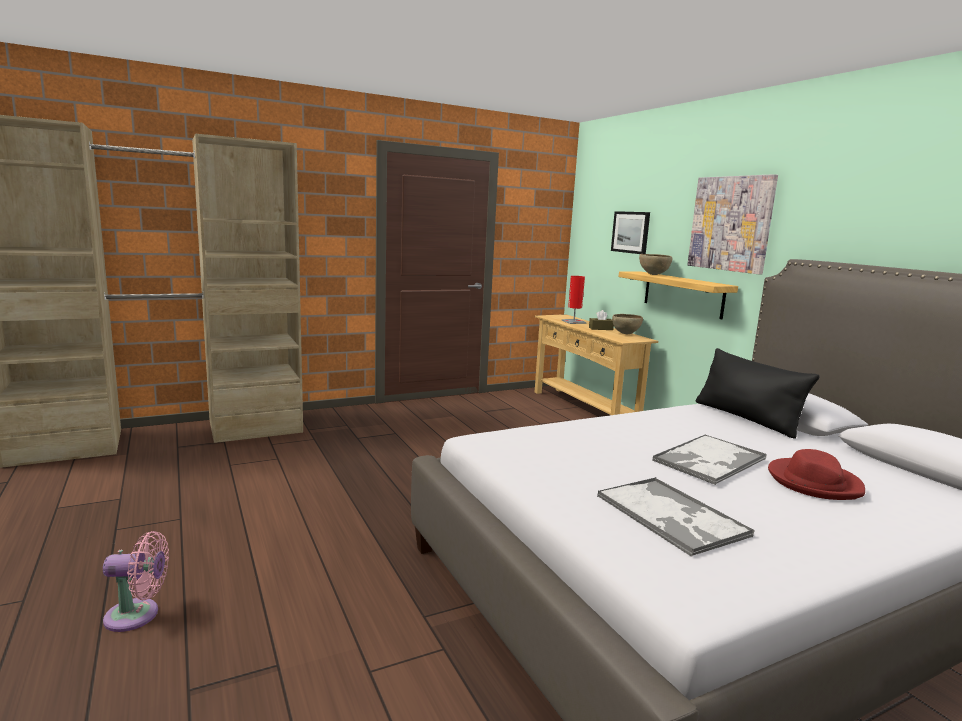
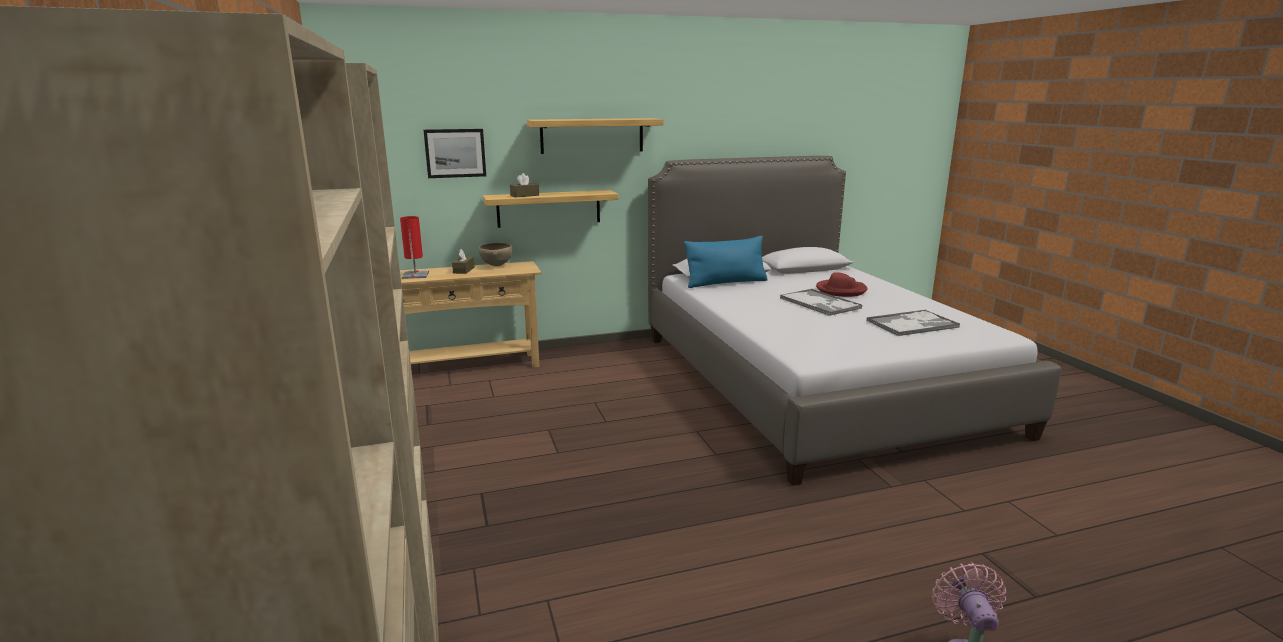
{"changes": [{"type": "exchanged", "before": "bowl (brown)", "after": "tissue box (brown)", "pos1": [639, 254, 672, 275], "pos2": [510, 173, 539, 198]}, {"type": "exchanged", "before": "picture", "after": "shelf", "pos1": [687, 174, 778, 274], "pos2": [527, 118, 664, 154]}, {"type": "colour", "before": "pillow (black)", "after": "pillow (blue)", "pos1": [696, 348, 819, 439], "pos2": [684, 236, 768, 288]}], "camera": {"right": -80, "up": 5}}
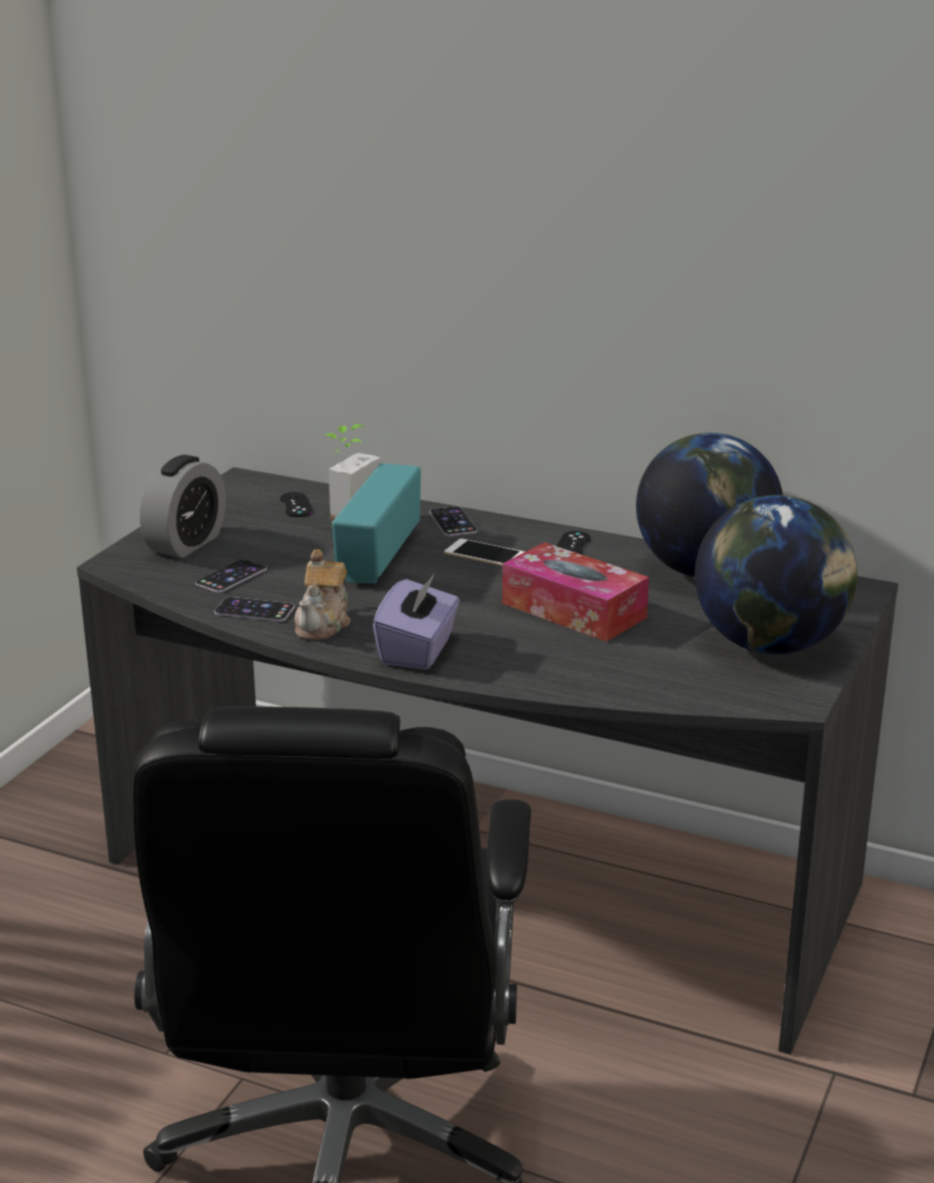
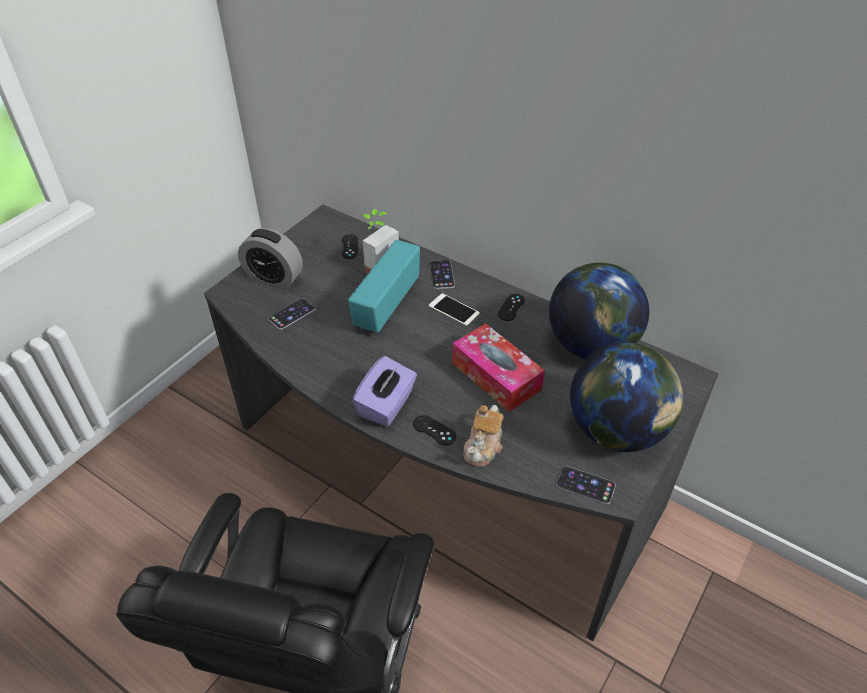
{"changes": [{"type": "appeared", "after": "game controller (black)", "pos2": [413, 415, 456, 445]}, {"type": "relocated", "before": "phone", "pos1": [214, 597, 295, 622], "pos2": [556, 466, 616, 504]}, {"type": "relocated", "before": "teapot", "pos1": [294, 549, 351, 640], "pos2": [463, 405, 503, 467]}, {"type": "spun", "before": "alarm clock", "pos1": [140, 455, 226, 558], "pos2": [238, 228, 303, 289], "turn": 75}], "camera": {"right": 10, "up": 20}}
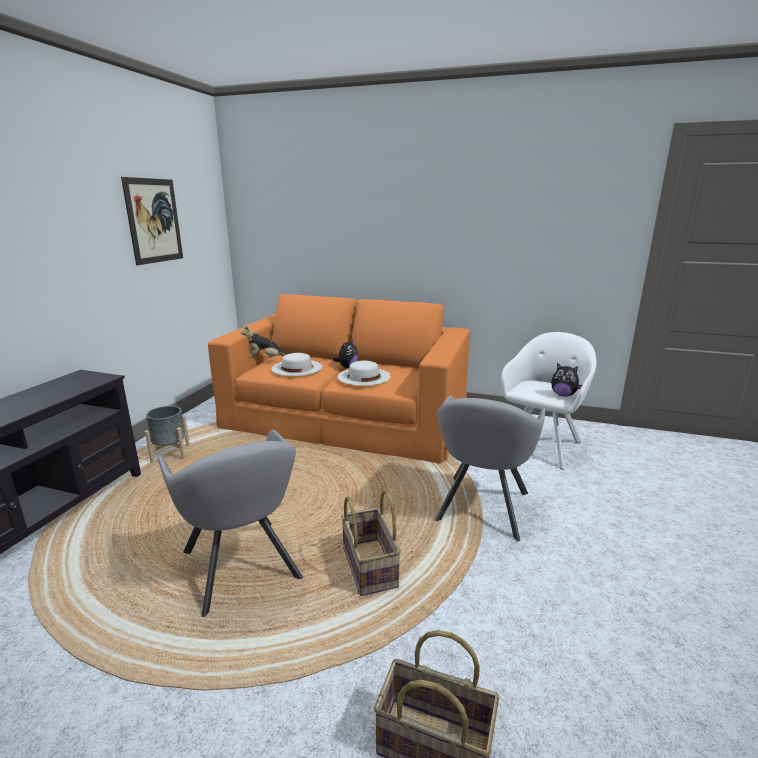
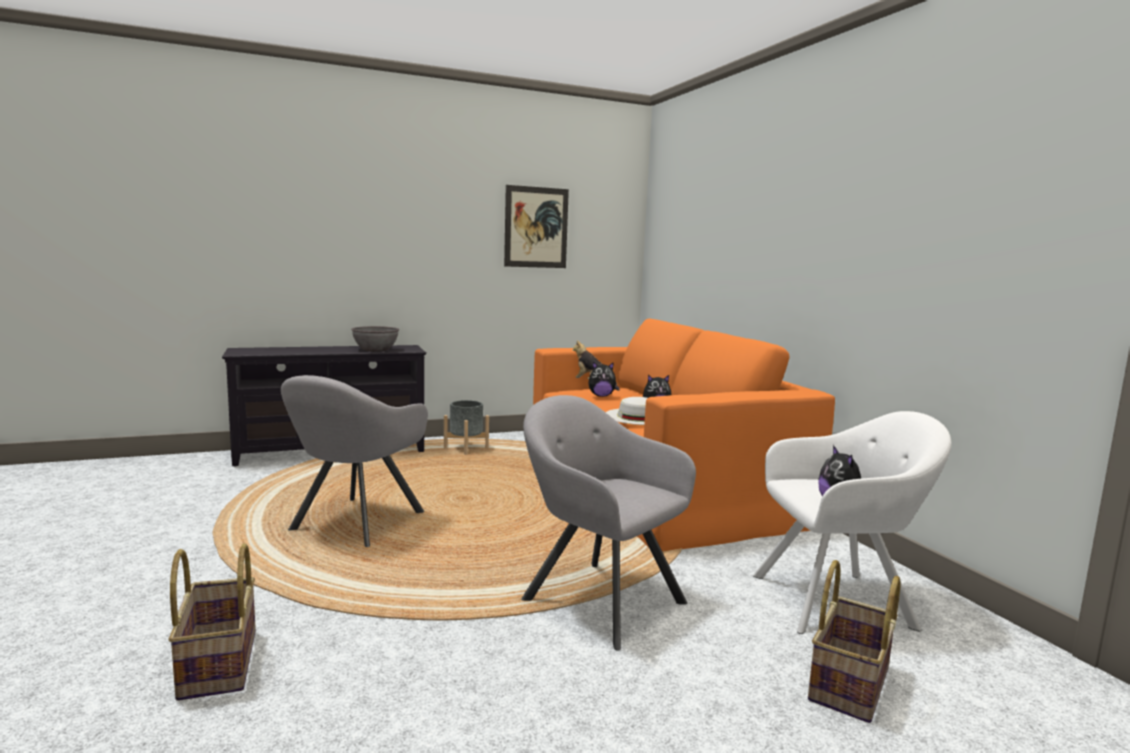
{"changes": [{"type": "appeared", "after": "bowl (grey)", "pos2": [351, 326, 399, 351]}, {"type": "relocated", "before": "basket", "pos1": [341, 490, 401, 596], "pos2": [808, 560, 901, 723]}, {"type": "exchanged", "before": "hat (white)", "after": "plush toy", "pos1": [271, 353, 322, 376], "pos2": [588, 362, 617, 397]}, {"type": "spun", "before": "armchair (grey)", "pos1": [435, 395, 546, 541], "pos2": [521, 395, 696, 651], "turn": 60}], "camera": {"right": 50, "up": -10}}
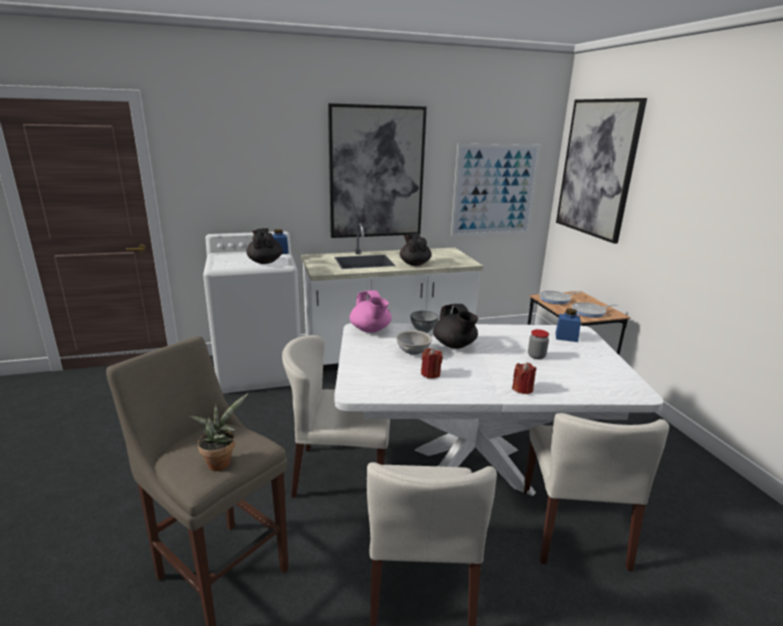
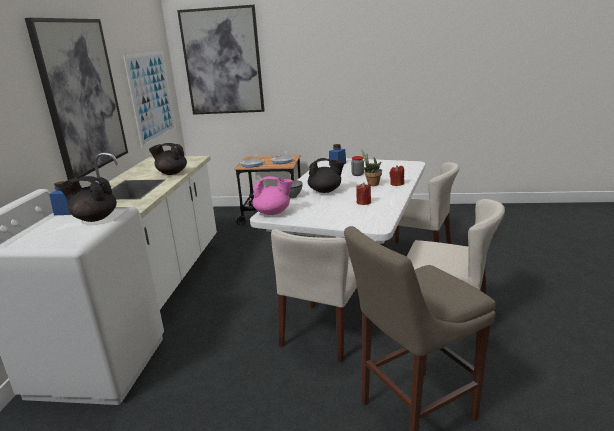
{"changes": [{"type": "missing", "before": "bowl (grey)", "pos1": [396, 330, 432, 355]}, {"type": "relocated", "before": "potted plant", "pos1": [189, 394, 248, 471], "pos2": [362, 150, 382, 186]}], "camera": {"right": -65, "up": 0}}
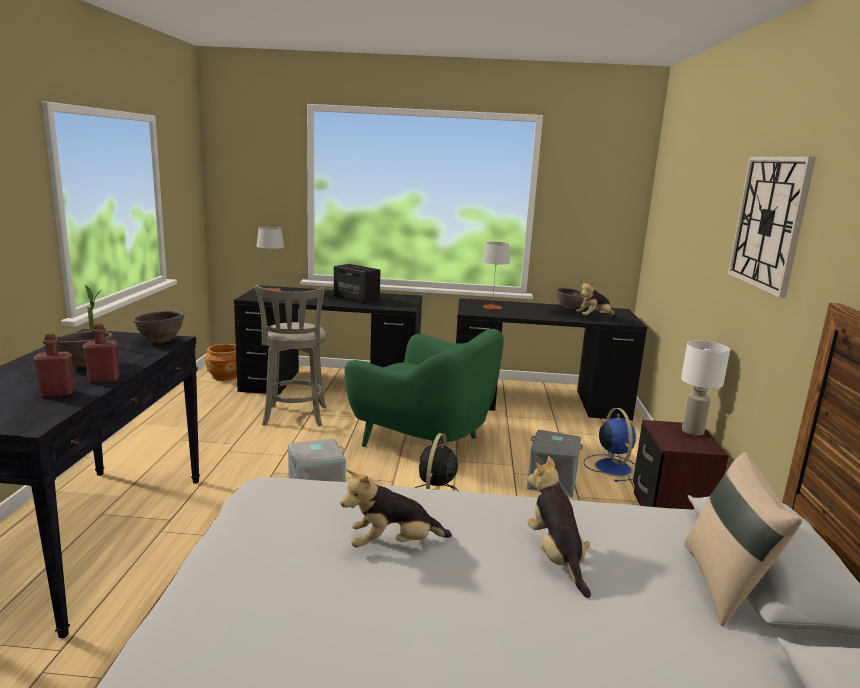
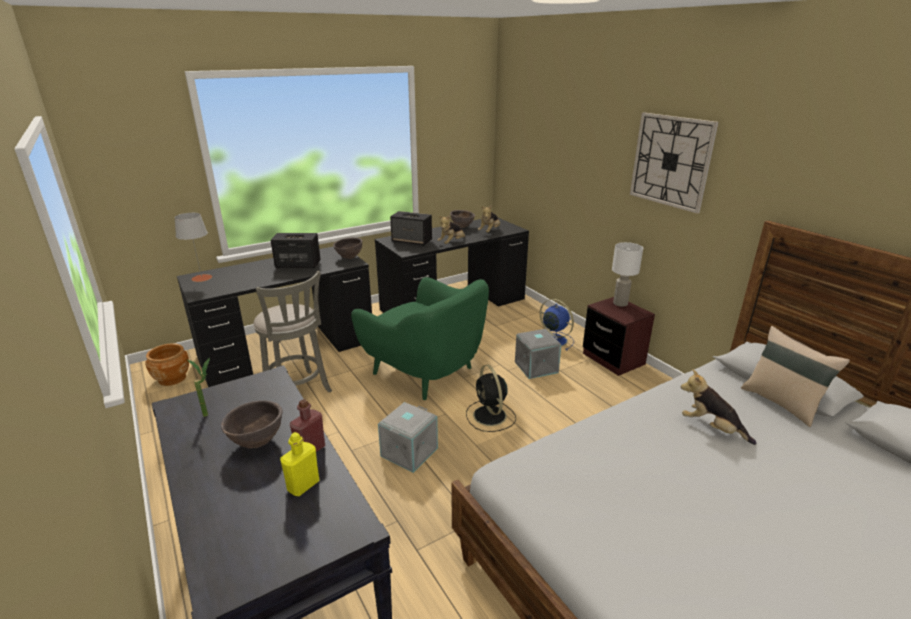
{"changes": [{"type": "relocated", "before": "bowl (brown)", "pos1": [133, 311, 185, 343], "pos2": [333, 237, 362, 259]}, {"type": "relocated", "before": "plush toy", "pos1": [341, 469, 452, 548], "pos2": [437, 215, 466, 244]}, {"type": "exchanged", "before": "table lamp (grey)", "after": "speaker", "pos1": [482, 242, 510, 309], "pos2": [390, 211, 432, 246]}, {"type": "colour", "before": "bottle (red)", "after": "bottle (yellow)", "pos1": [33, 333, 75, 397], "pos2": [280, 432, 320, 496]}, {"type": "spun", "before": "armchair (green)", "pos1": [345, 329, 504, 447], "pos2": [351, 277, 489, 400], "turn": 45}], "camera": {"right": -35, "up": 10}}
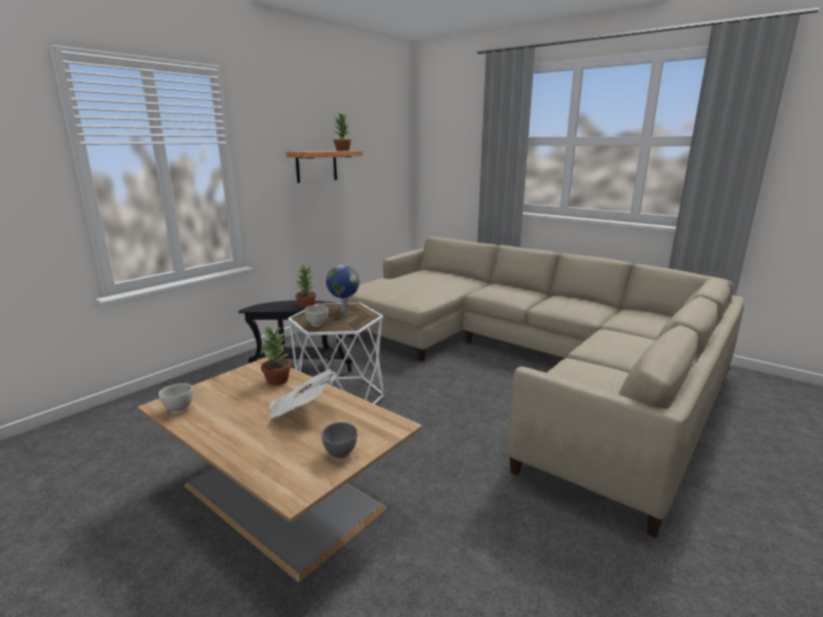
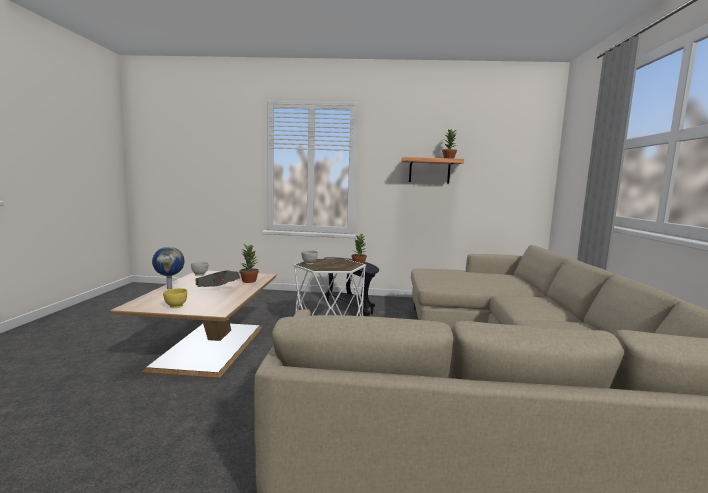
{"changes": [{"type": "relocated", "before": "globe", "pos1": [326, 265, 360, 313], "pos2": [152, 247, 184, 289]}, {"type": "colour", "before": "bowl (grey)", "after": "bowl (yellow)", "pos1": [321, 422, 357, 459], "pos2": [163, 288, 187, 308]}], "camera": {"right": 55, "up": -10}}
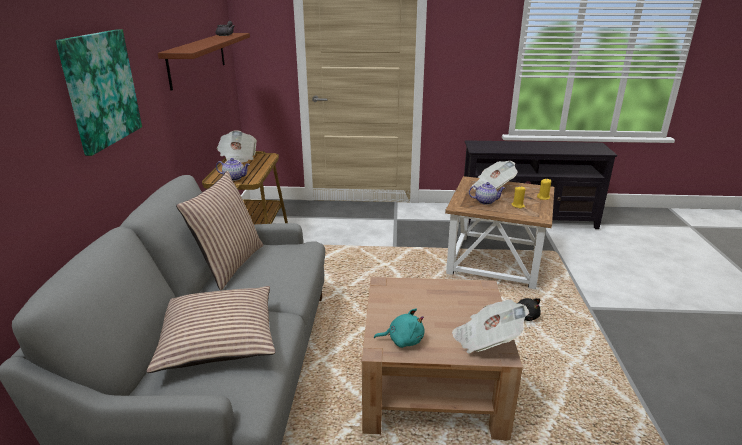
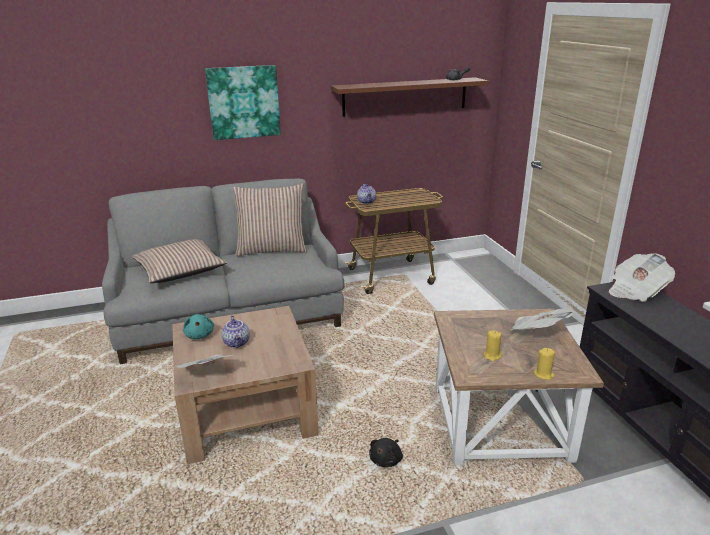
{"changes": [{"type": "relocated", "before": "newspaper", "pos1": [217, 130, 257, 163], "pos2": [609, 253, 675, 302]}, {"type": "relocated", "before": "teapot", "pos1": [469, 182, 505, 205], "pos2": [222, 316, 250, 348]}], "camera": {"right": 70, "up": 0}}
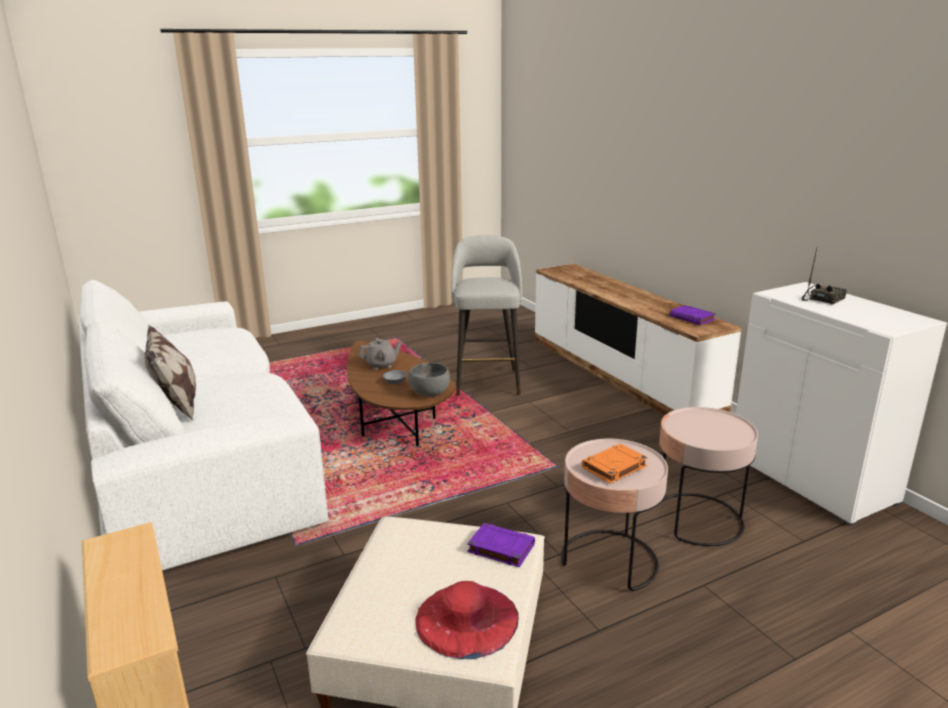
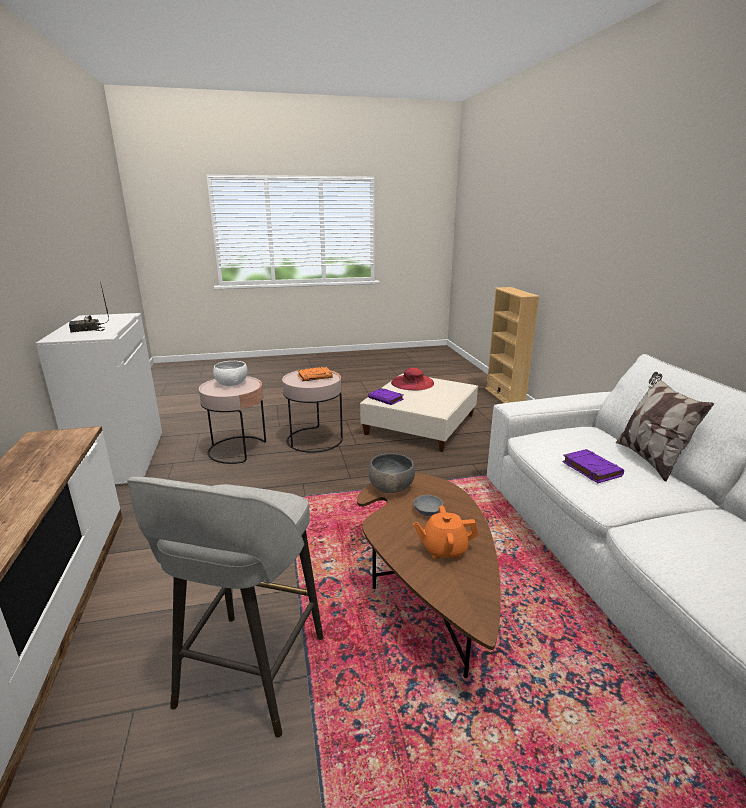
{"changes": [{"type": "appeared", "after": "bowl (white)", "pos2": [213, 361, 248, 386]}, {"type": "relocated", "before": "book (purple)", "pos1": [669, 305, 716, 325], "pos2": [562, 449, 624, 483]}, {"type": "colour", "before": "teapot (grey)", "after": "teapot (orange)", "pos1": [359, 338, 402, 370], "pos2": [413, 505, 478, 559]}], "camera": {"right": -165, "up": 0}}
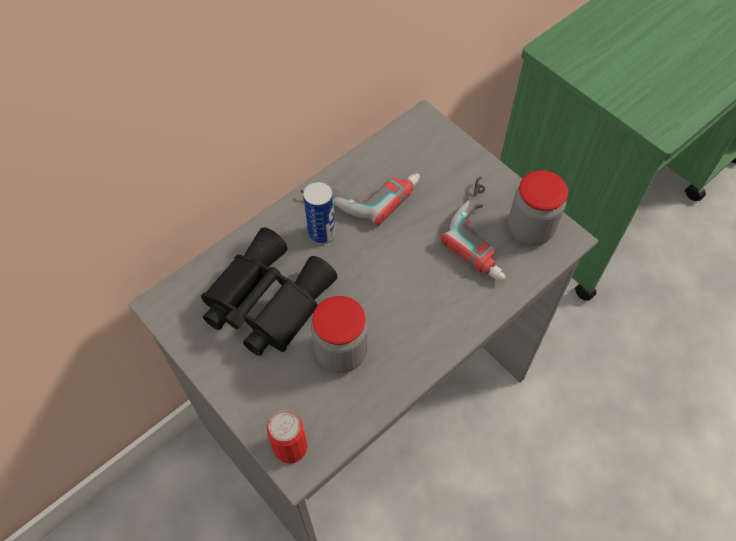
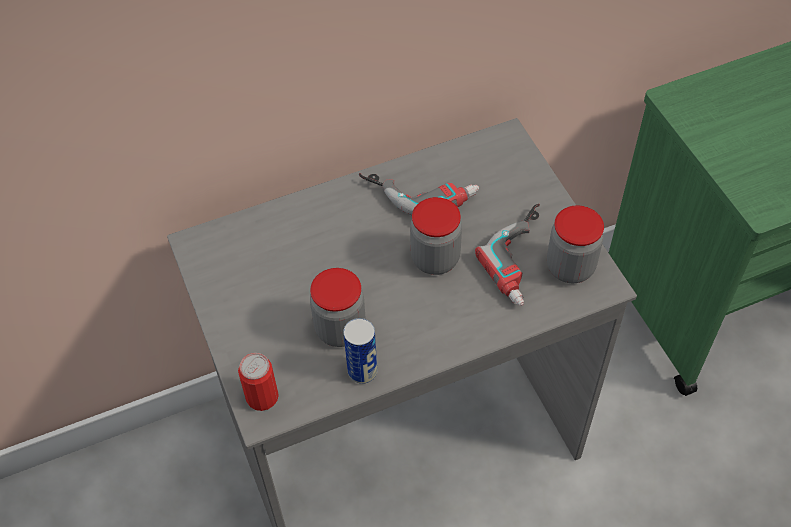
{"changes": [{"type": "missing", "before": "binoculars (black)", "pos1": [201, 227, 338, 356]}, {"type": "appeared", "after": "jar", "pos2": [410, 197, 462, 275]}, {"type": "relocated", "before": "can", "pos1": [303, 181, 335, 245], "pos2": [343, 318, 377, 384]}], "camera": {"right": 20, "up": -5}}
